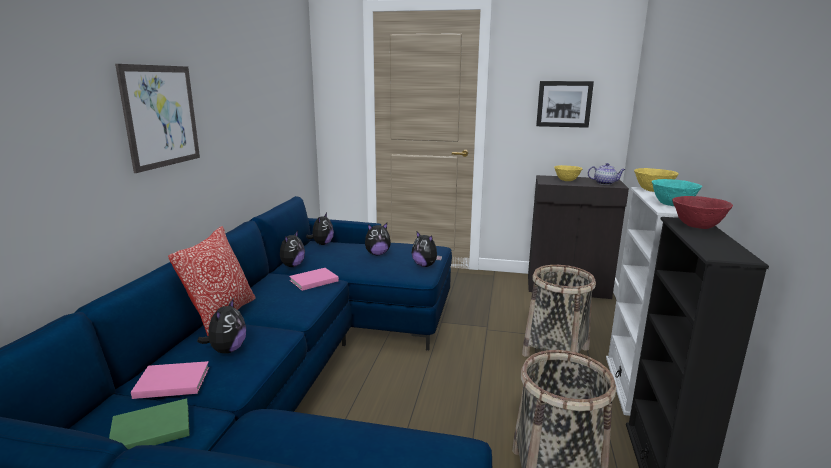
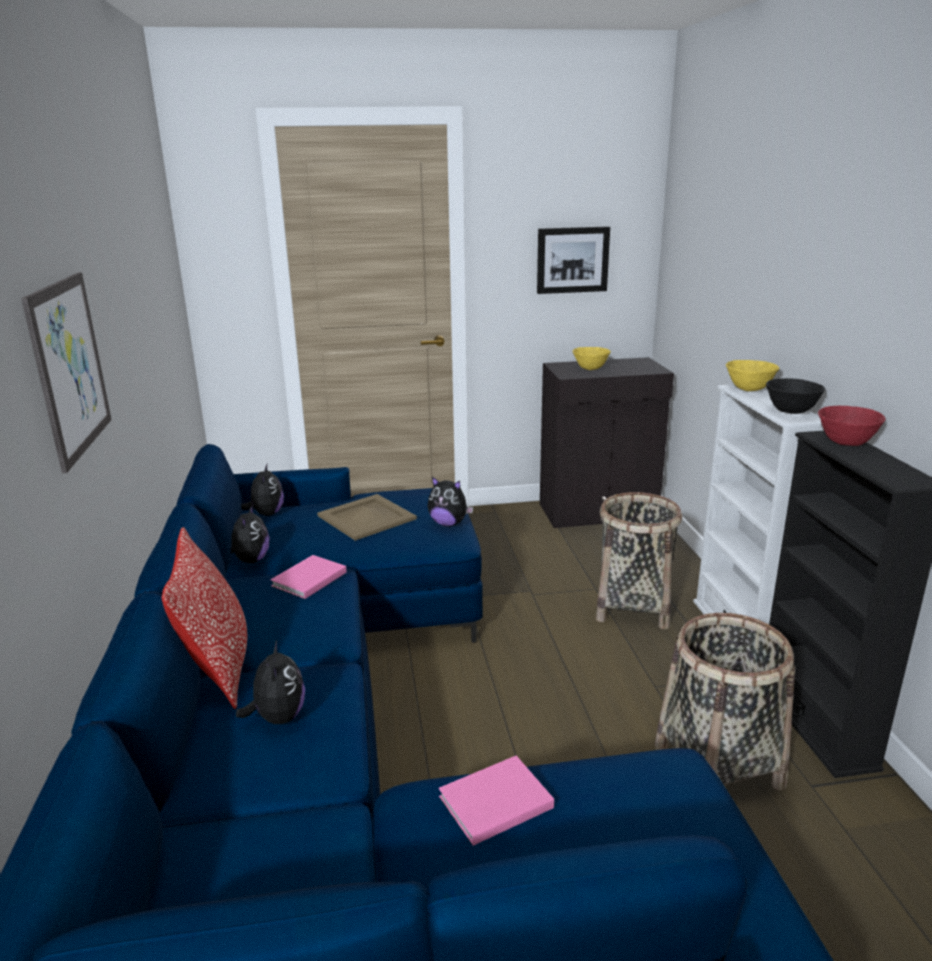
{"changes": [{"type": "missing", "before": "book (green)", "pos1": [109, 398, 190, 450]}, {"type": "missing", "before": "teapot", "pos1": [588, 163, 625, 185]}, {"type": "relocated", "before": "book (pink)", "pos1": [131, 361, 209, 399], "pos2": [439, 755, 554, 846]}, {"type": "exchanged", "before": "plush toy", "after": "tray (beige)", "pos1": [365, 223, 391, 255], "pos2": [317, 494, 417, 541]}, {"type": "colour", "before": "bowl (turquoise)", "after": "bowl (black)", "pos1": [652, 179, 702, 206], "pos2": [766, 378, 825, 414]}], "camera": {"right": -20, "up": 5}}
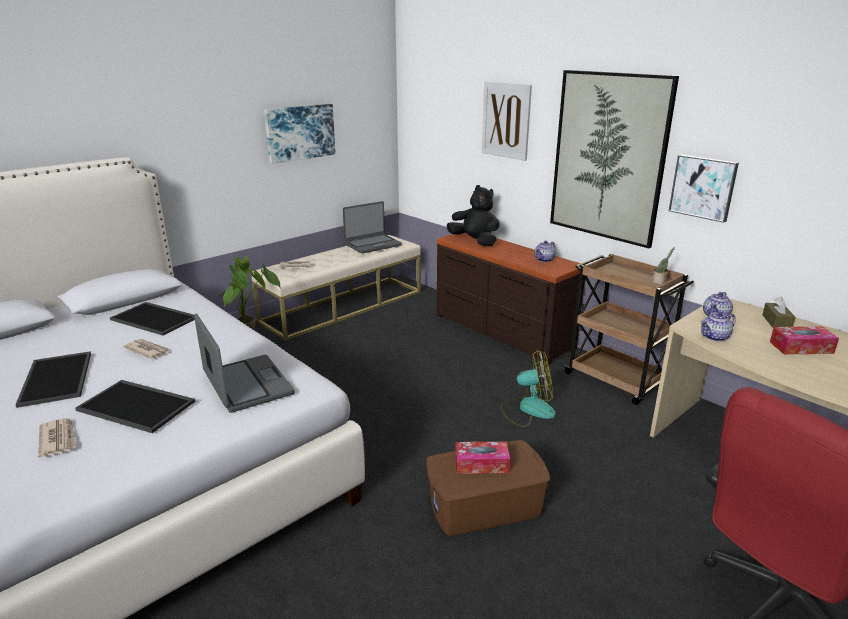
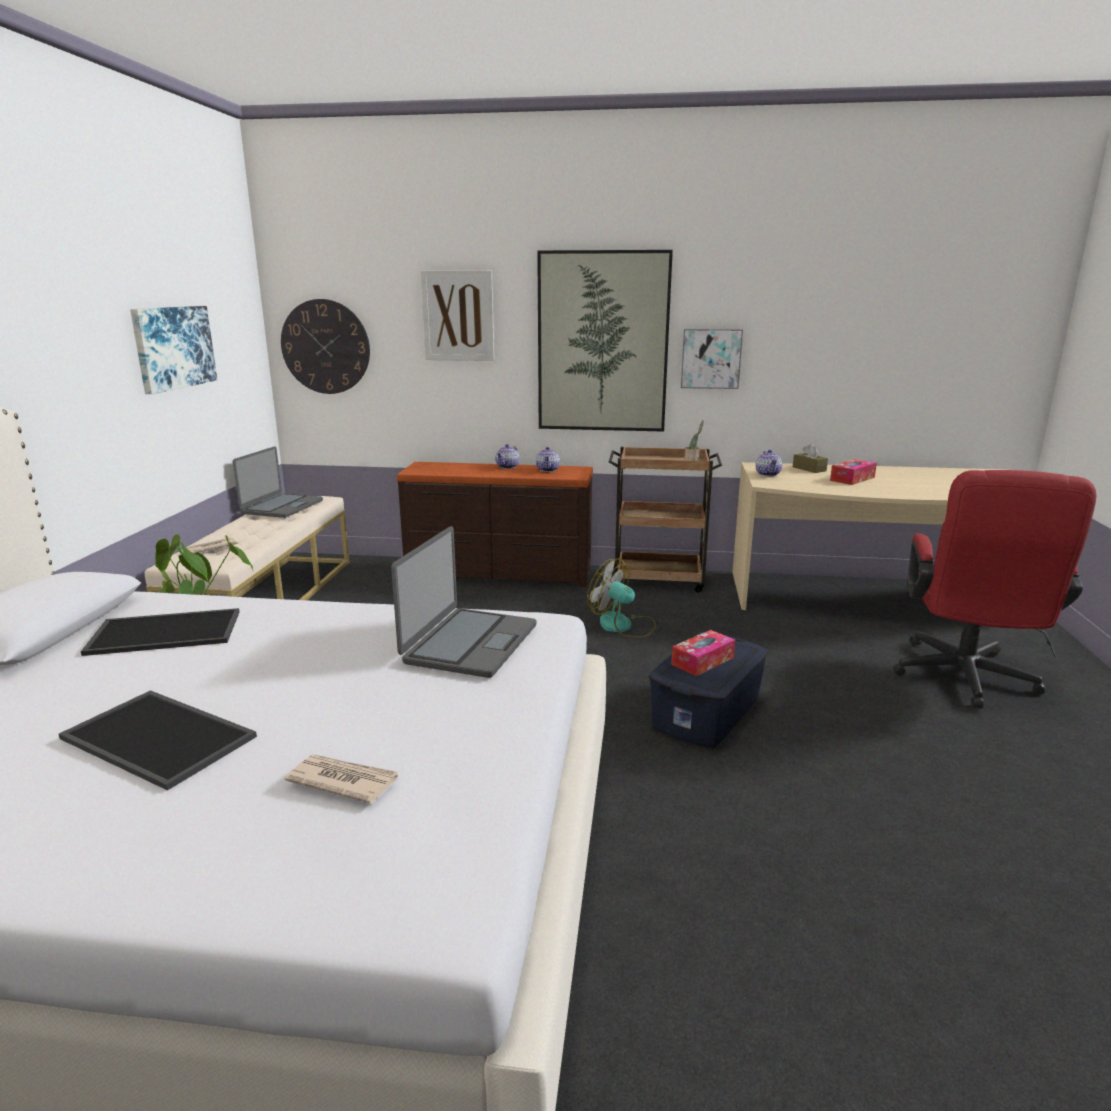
{"changes": [{"type": "missing", "before": "tray", "pos1": [75, 380, 195, 433]}, {"type": "missing", "before": "newspaper", "pos1": [123, 339, 171, 359]}, {"type": "missing", "before": "plush toy (black)", "pos1": [447, 185, 500, 246]}, {"type": "appeared", "after": "wall clock", "pos2": [281, 299, 370, 394]}, {"type": "relocated", "before": "teapot", "pos1": [701, 311, 736, 342], "pos2": [496, 444, 519, 469]}, {"type": "colour", "before": "storage box (brown)", "after": "storage box (blue)", "pos1": [426, 440, 550, 536], "pos2": [649, 632, 769, 748]}, {"type": "spun", "before": "laptop", "pos1": [194, 313, 294, 413], "pos2": [391, 526, 536, 678], "turn": 90}, {"type": "spun", "before": "fan", "pos1": [501, 350, 556, 427], "pos2": [587, 558, 656, 638], "turn": -105}], "camera": {"right": -40, "up": -5}}
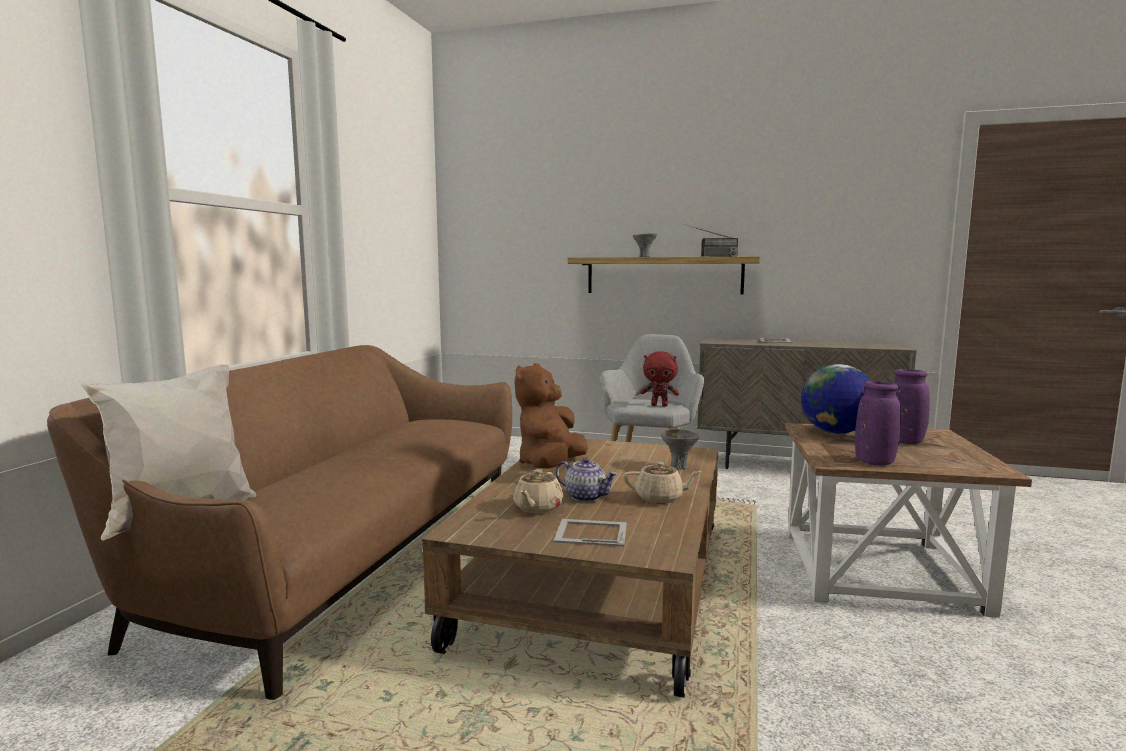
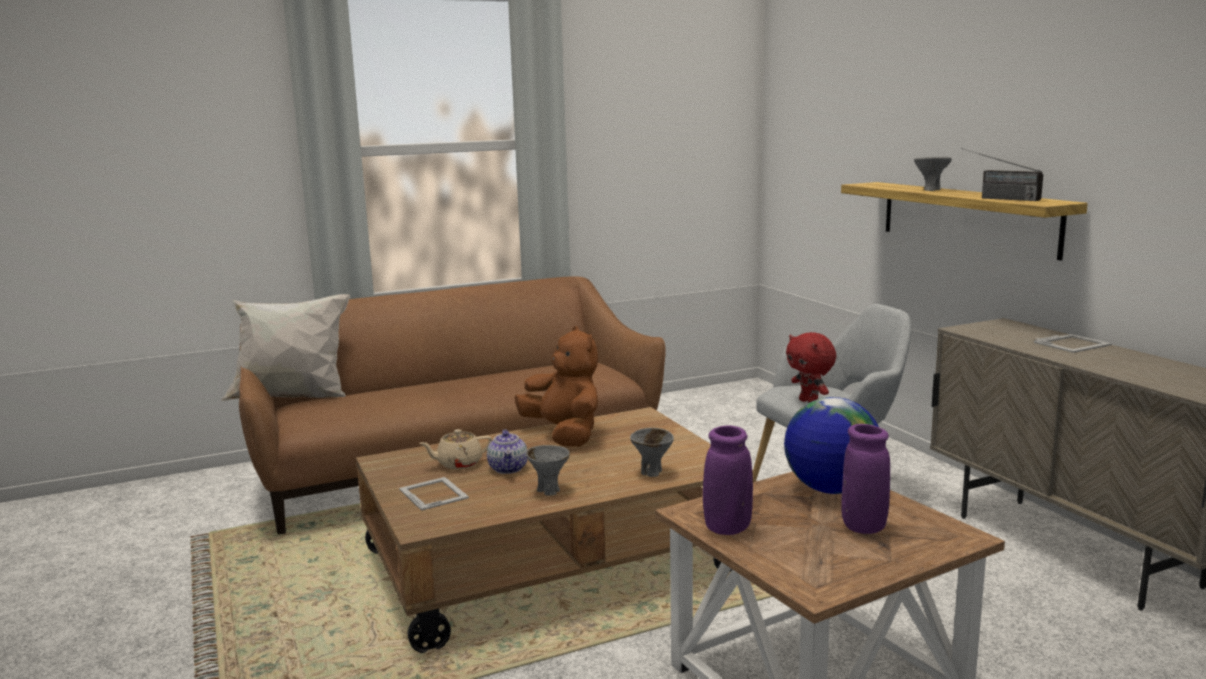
{"changes": [{"type": "exchanged", "before": "teapot (beige)", "after": "bowl (grey)", "pos1": [623, 461, 702, 504], "pos2": [526, 445, 570, 496]}, {"type": "spun", "before": "plush toy (brown)", "pos1": [515, 363, 588, 469], "pos2": [514, 326, 598, 447], "turn": 75}], "camera": {"right": 50, "up": 5}}
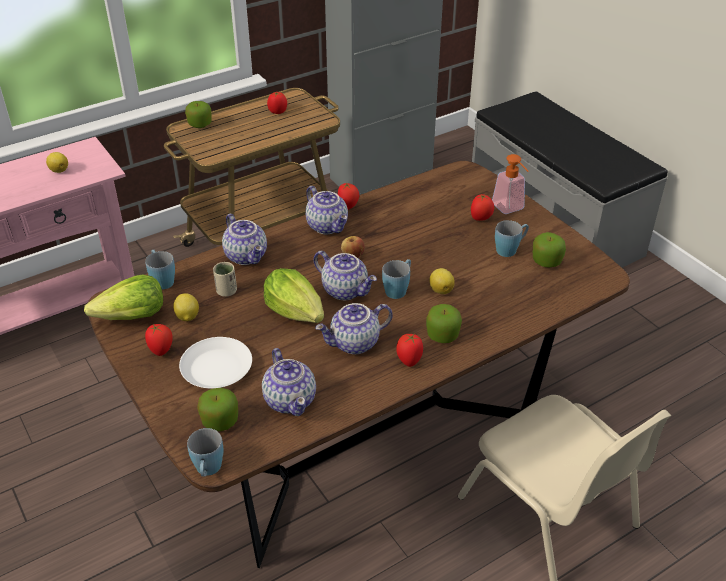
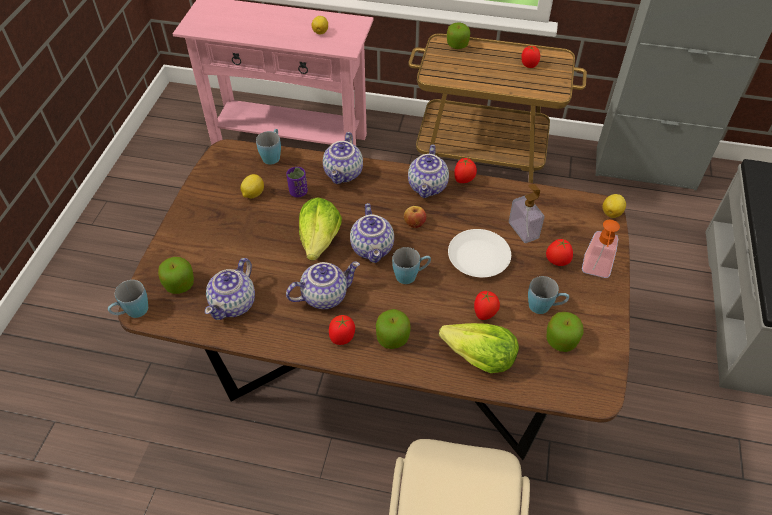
{"changes": [{"type": "appeared", "after": "soap dispenser", "pos2": [509, 184, 544, 243]}, {"type": "relocated", "before": "lettuce", "pos1": [84, 274, 163, 320], "pos2": [439, 323, 519, 373]}, {"type": "relocated", "before": "tomato", "pos1": [145, 324, 173, 356], "pos2": [474, 290, 500, 320]}, {"type": "relocated", "before": "plate (white)", "pos1": [179, 337, 252, 388], "pos2": [448, 229, 511, 277]}, {"type": "relocated", "before": "lemon", "pos1": [430, 268, 455, 294], "pos2": [603, 194, 626, 218]}, {"type": "colour", "before": "cup (beige)", "after": "cup (purple)", "pos1": [213, 262, 237, 297], "pos2": [286, 167, 308, 197]}, {"type": "spun", "before": "teapot", "pos1": [315, 303, 393, 354], "pos2": [286, 261, 360, 309], "turn": 135}], "camera": {"right": 45, "up": 10}}
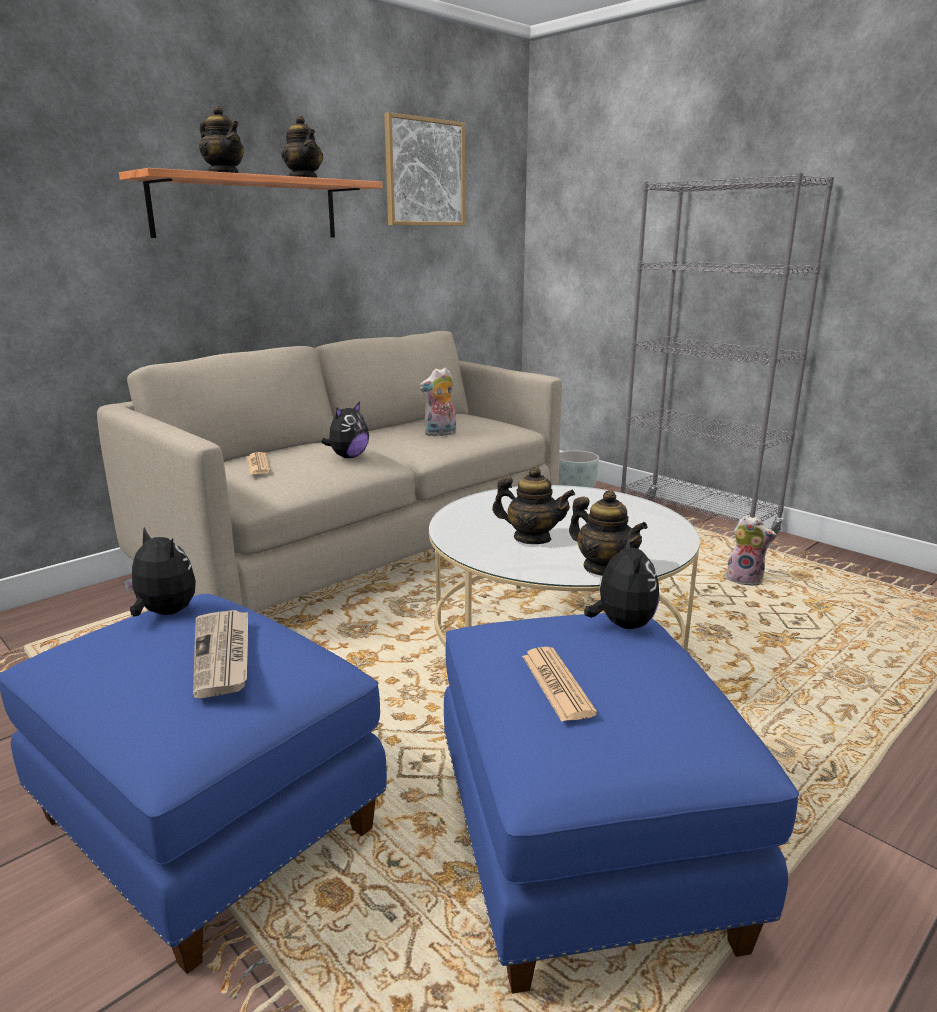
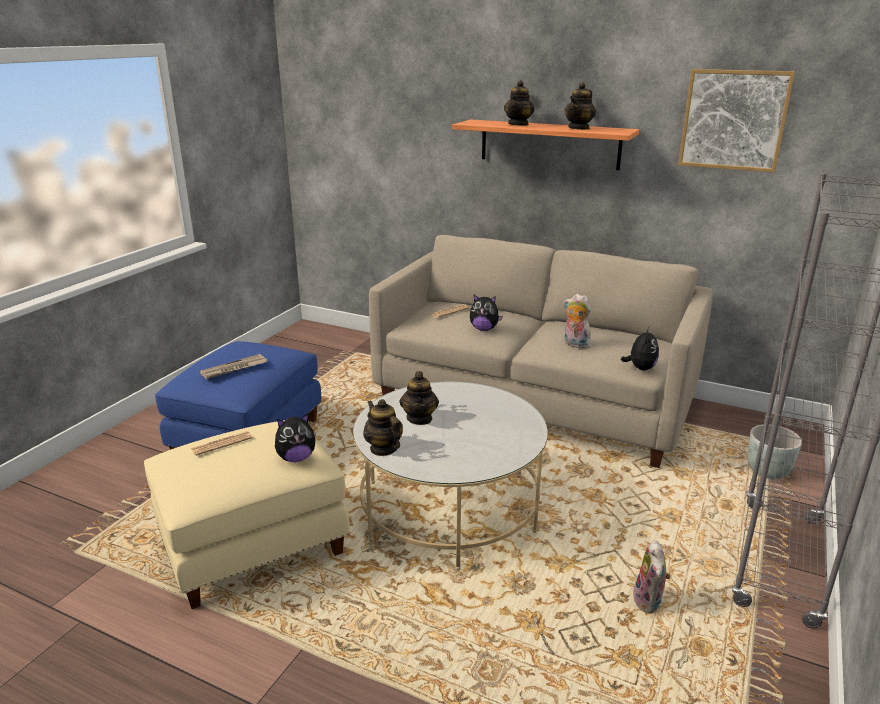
{"changes": [{"type": "relocated", "before": "plush toy", "pos1": [124, 527, 196, 616], "pos2": [621, 327, 659, 370]}, {"type": "colour", "before": "ottoman (blue)", "after": "ottoman (beige)", "pos1": [444, 613, 799, 993], "pos2": [144, 420, 350, 609]}, {"type": "spun", "before": "teapot", "pos1": [569, 490, 648, 576], "pos2": [363, 399, 403, 456], "turn": 120}], "camera": {"right": 70, "up": 5}}
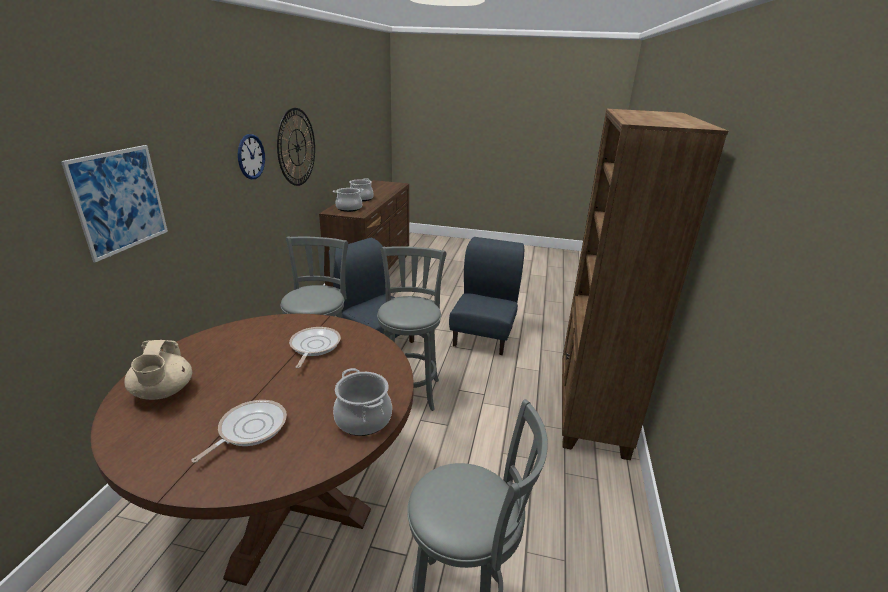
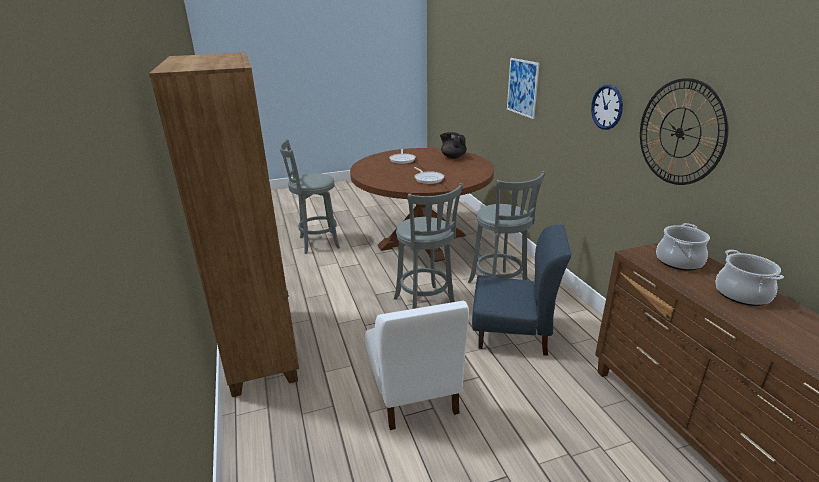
{"changes": [{"type": "missing", "before": "cooking pot", "pos1": [333, 368, 392, 436]}, {"type": "colour", "before": "teapot (beige)", "after": "teapot (black)", "pos1": [124, 340, 192, 400], "pos2": [440, 132, 467, 159]}, {"type": "colour", "before": "chair (blue)", "after": "chair (white)", "pos1": [449, 237, 524, 355], "pos2": [365, 301, 469, 430]}], "camera": {"right": 150, "up": 0}}
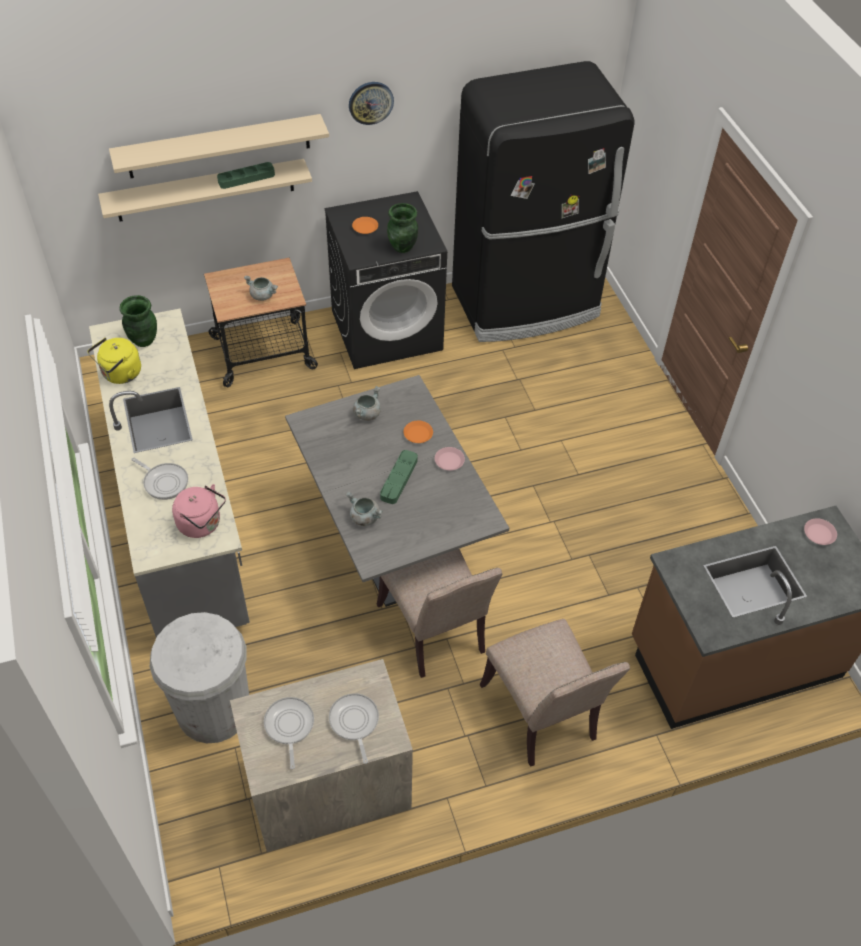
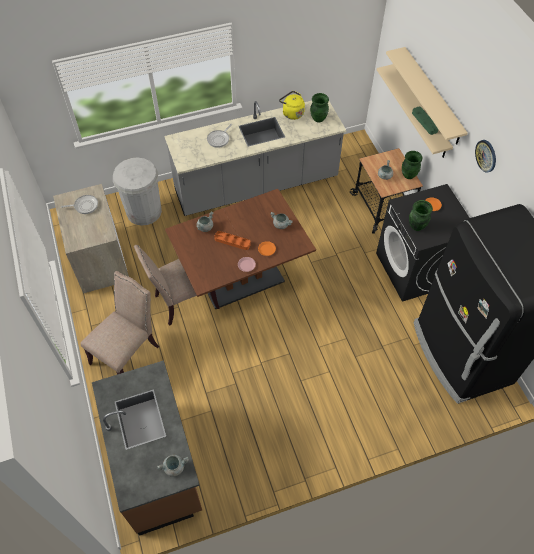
{"changes": [{"type": "missing", "before": "kettle (pink)", "pos1": [172, 484, 226, 538]}, {"type": "missing", "before": "frying pan", "pos1": [329, 693, 379, 764]}, {"type": "appeared", "after": "vase (green)", "pos2": [402, 151, 422, 179]}, {"type": "exchanged", "before": "plate (pink)", "after": "cooking pot (grey)", "pos1": [804, 518, 837, 545], "pos2": [157, 455, 189, 477]}, {"type": "colour", "before": "dining table (grey)", "after": "dining table (brown)", "pos1": [285, 375, 509, 607], "pos2": [165, 189, 316, 309]}, {"type": "colour", "before": "tray (green)", "after": "tray (orange)", "pos1": [380, 450, 418, 504], "pos2": [214, 231, 251, 250]}, {"type": "spun", "before": "chair (beige)", "pos1": [480, 619, 630, 767], "pos2": [80, 271, 159, 374], "turn": 150}], "camera": {"right": 90, "up": 5}}
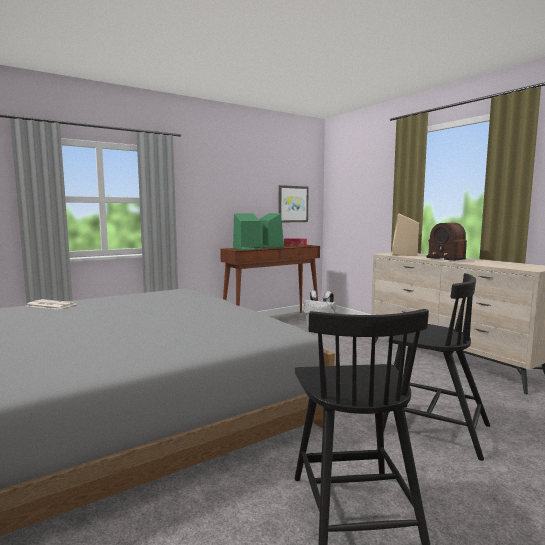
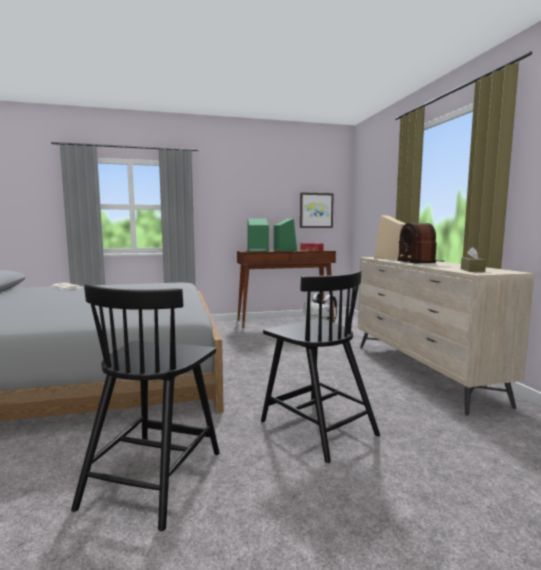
{"changes": [{"type": "appeared", "after": "tissue box (brown)", "pos2": [461, 247, 486, 272]}], "camera": {"right": 20, "up": 0}}
